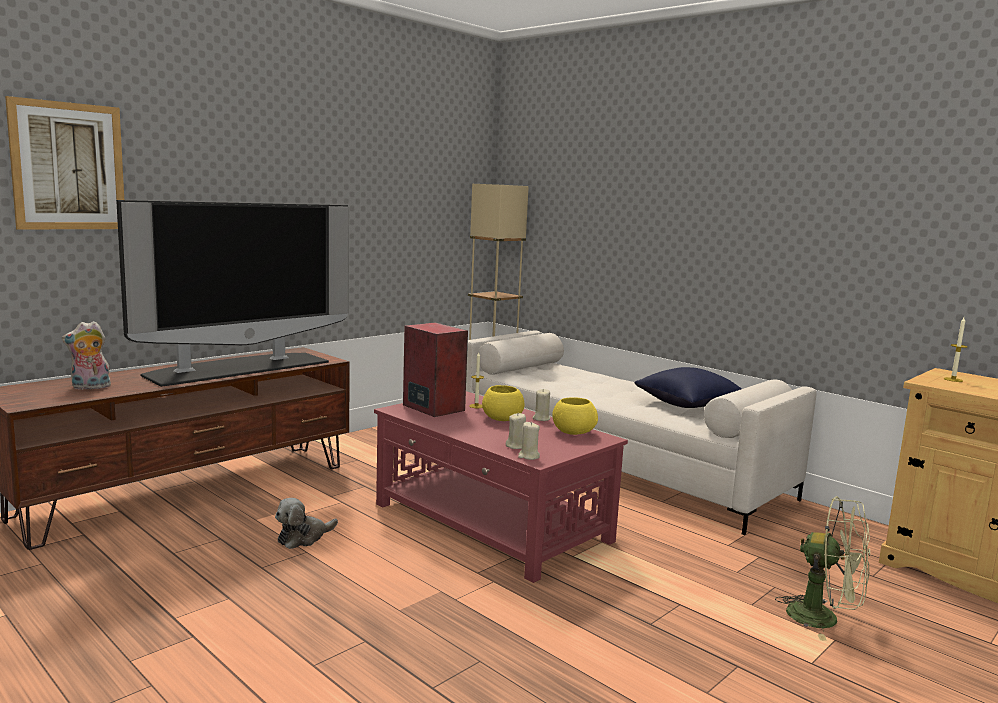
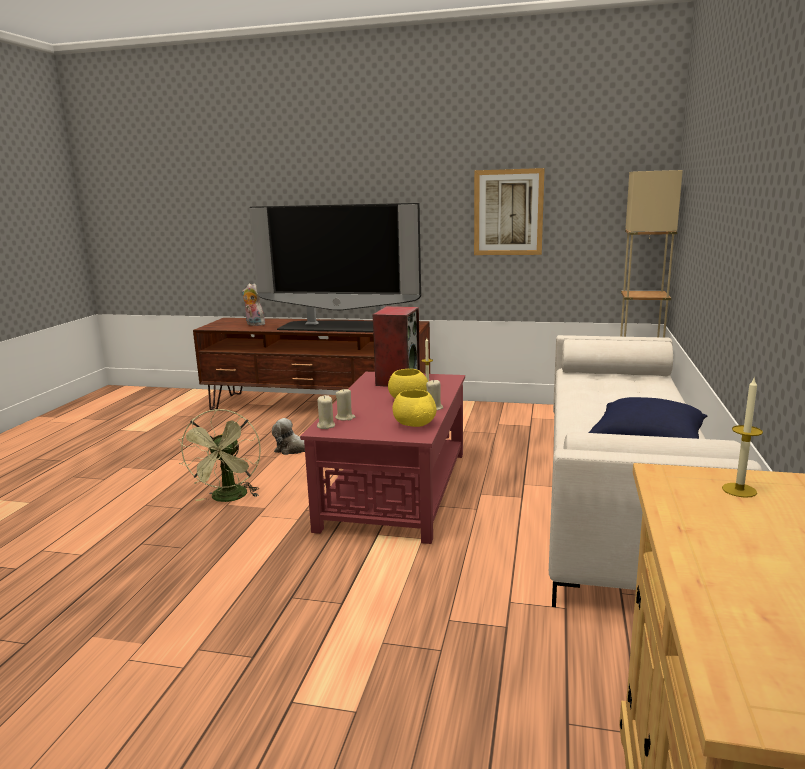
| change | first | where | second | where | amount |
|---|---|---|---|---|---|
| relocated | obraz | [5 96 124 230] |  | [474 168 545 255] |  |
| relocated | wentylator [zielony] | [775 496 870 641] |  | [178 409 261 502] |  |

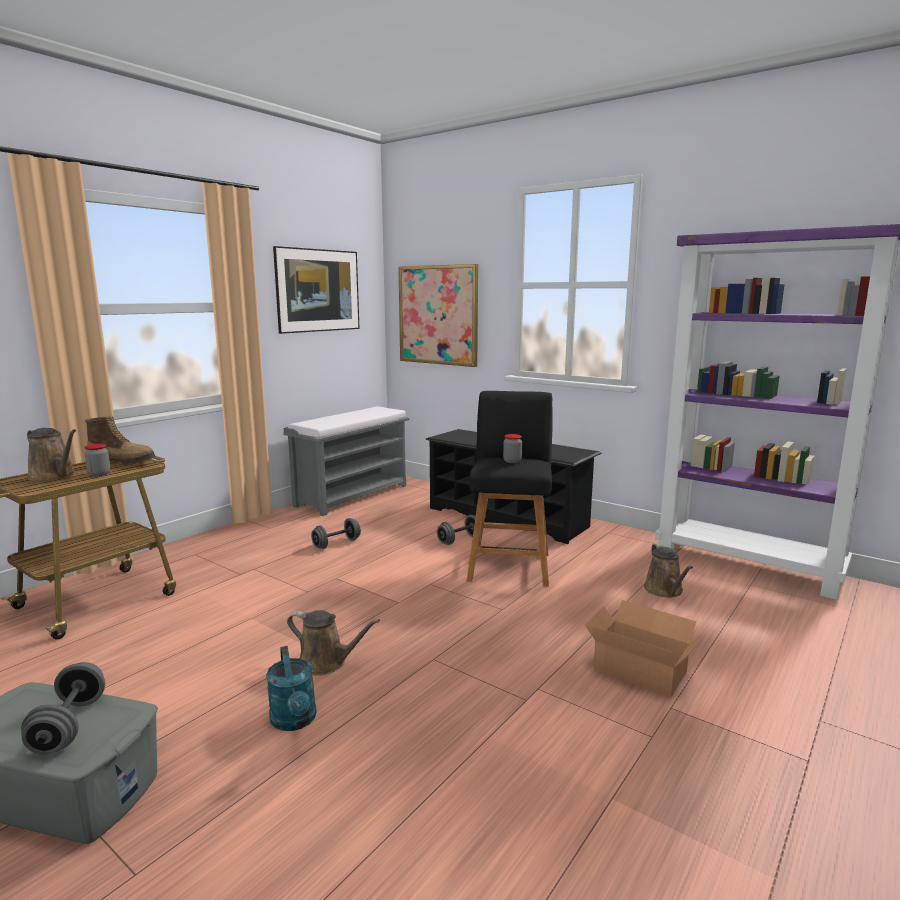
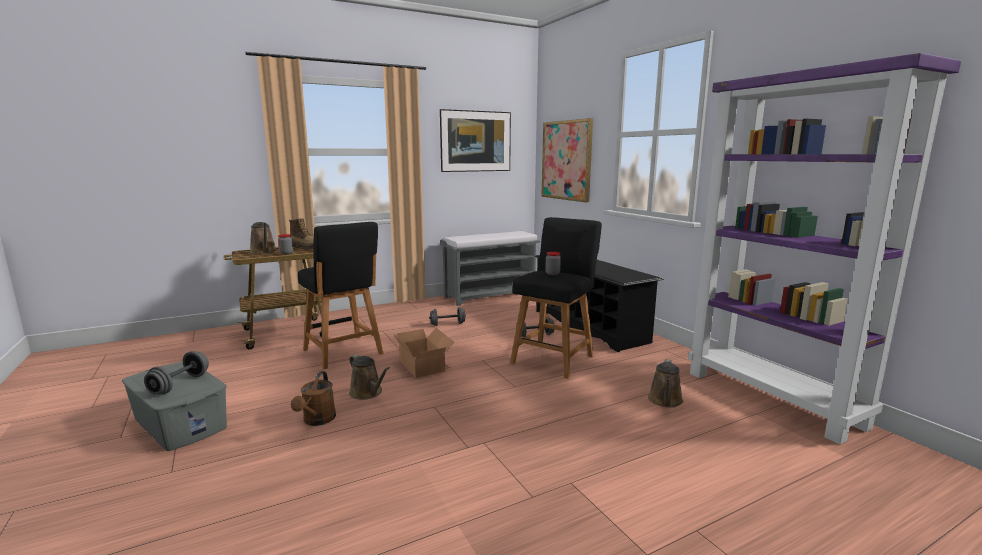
| change | first | where | second | where | amount |
|---|---|---|---|---|---|
| relocated | karton | [585 600 701 698] |  | [393 328 454 378] |  |
| colour | konewka [turkusowy] | [266 646 317 731] | konewka [brązowy] | [291 371 336 426] |  |
| appeared |  |  | stołek [czarny] | [298 222 384 369] |  |

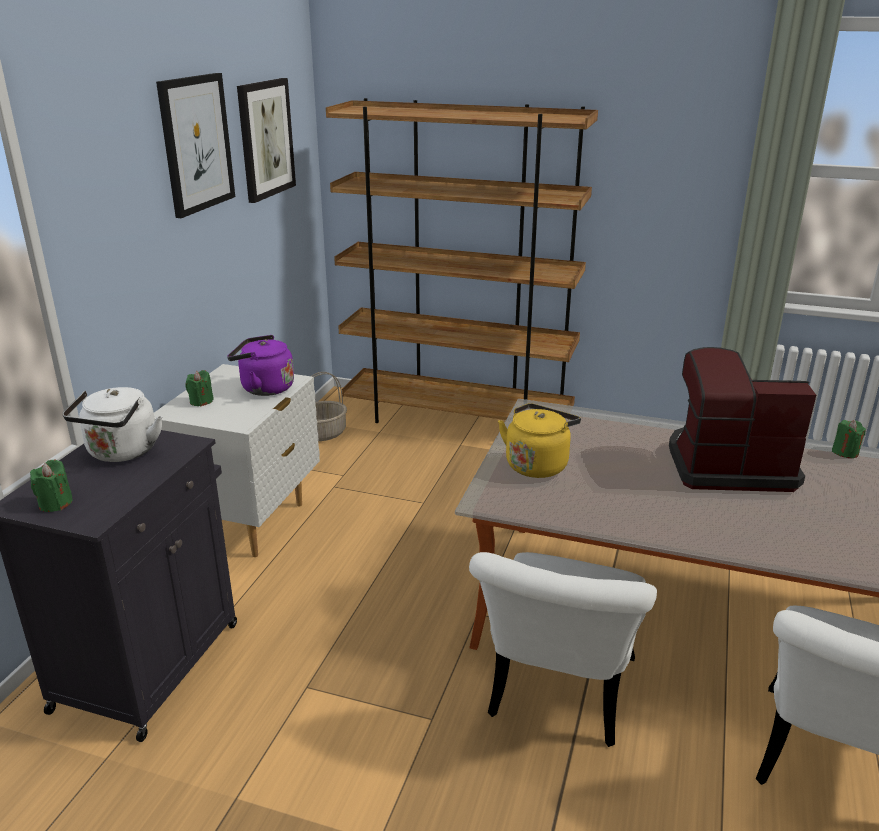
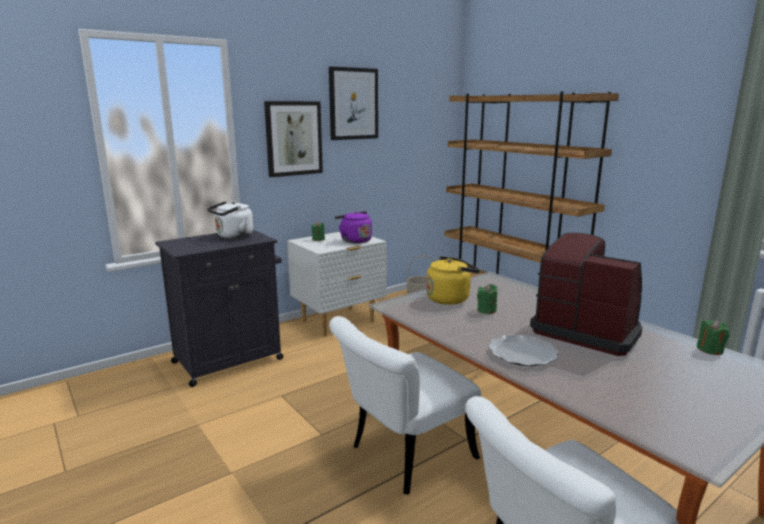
| change | first | where | second | where | amount |
|---|---|---|---|---|---|
| relocated | obraz | [237 78 296 203] |  | [264 101 323 177] |  |
| relocated | świeca [zielony] | [30 460 72 512] |  | [477 284 497 314] |  |
| appeared |  |  | talerz | [488 335 558 366] |  |

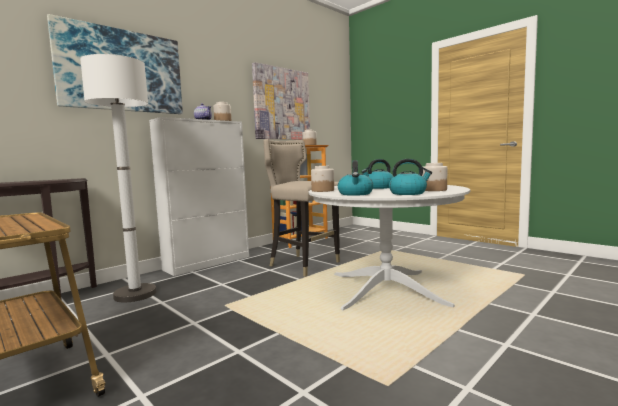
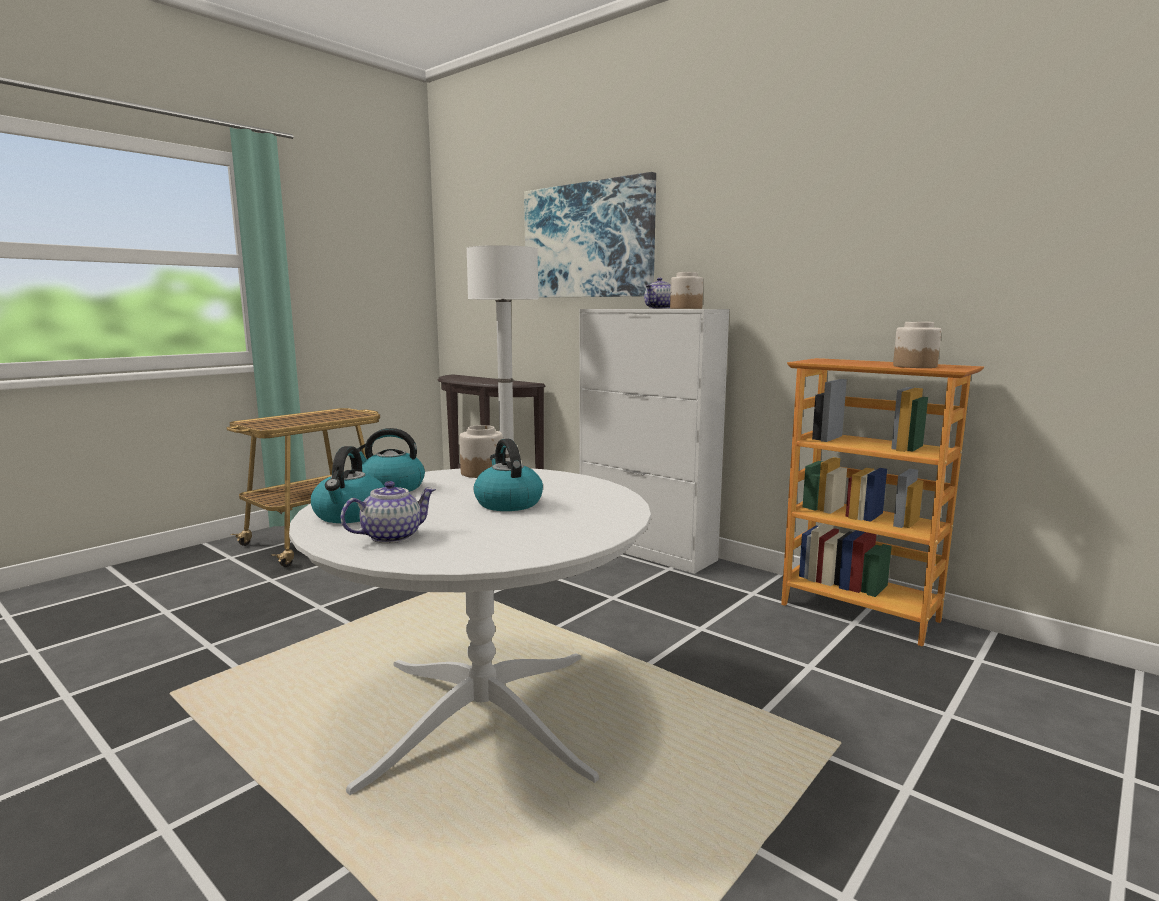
| change | first | where | second | where | amount |
|---|---|---|---|---|---|
| missing | obraz | [252 62 310 140] |  |  |  |
| missing | stołek [beżowy] | [263 139 340 277] |  |  |  |
| exchanged | słoik | [422 163 447 191] | imbryk | [340 481 436 543] |  |

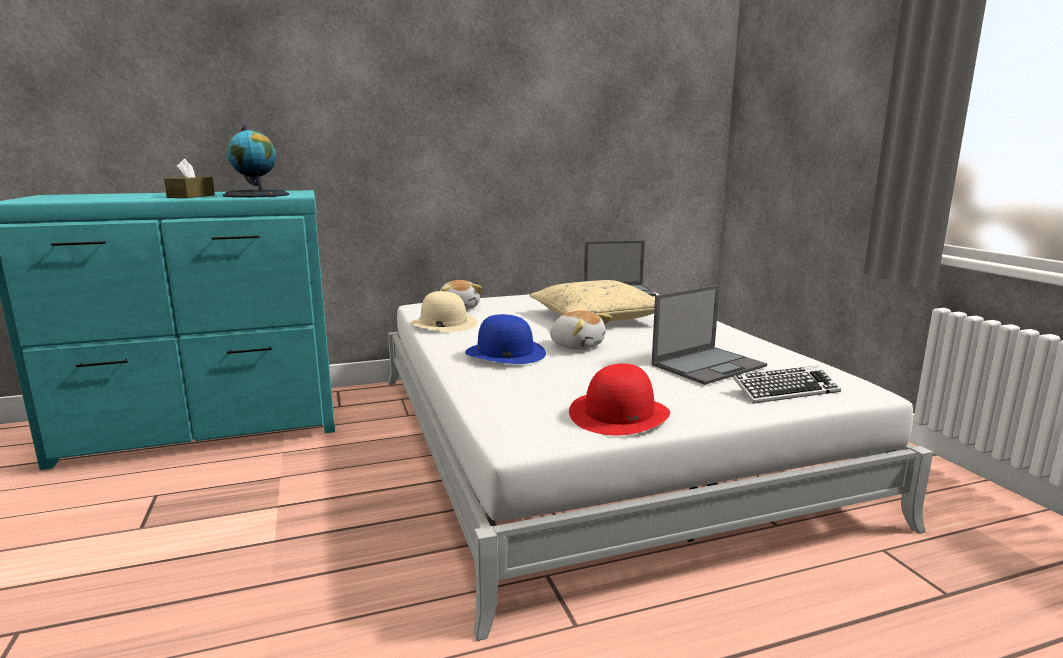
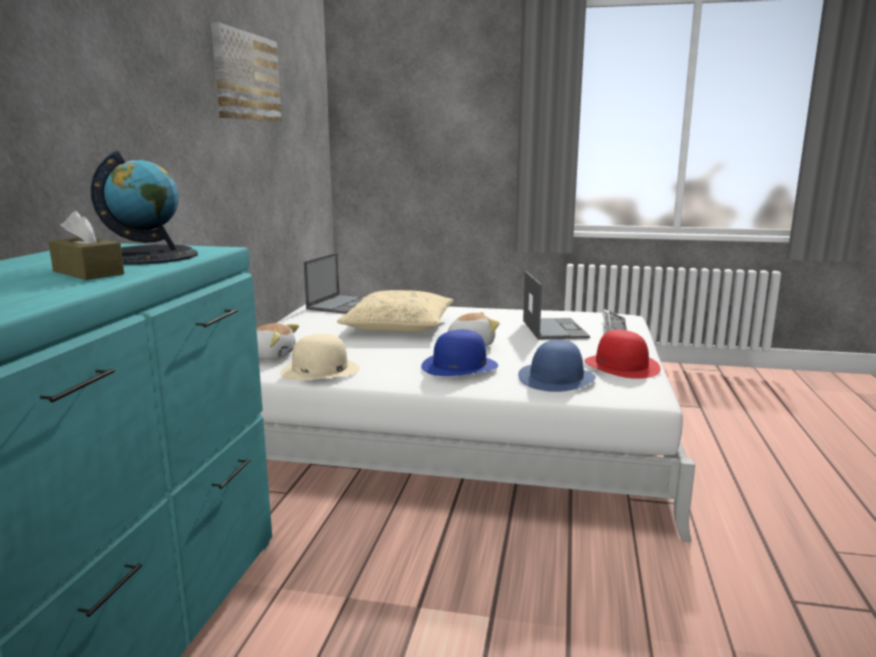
| change | first | where | second | where | amount |
|---|---|---|---|---|---|
| appeared |  |  | obraz | [211 22 282 122] |  |
| appeared |  |  | kapelusz [niebieski] | [518 340 596 392] |  |

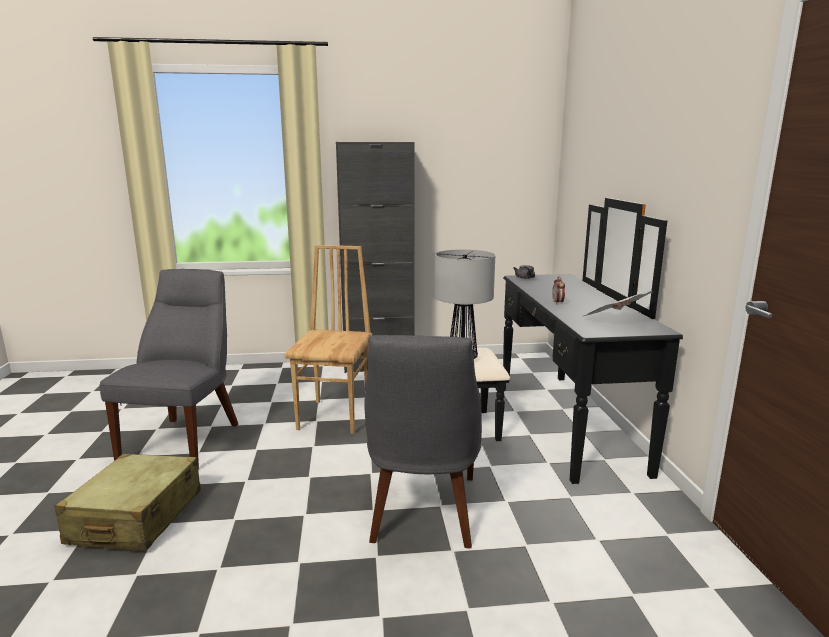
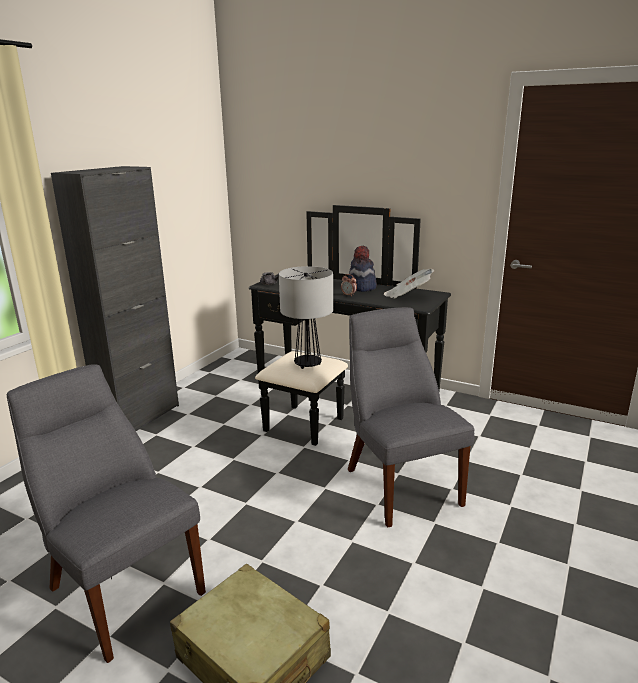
| change | first | where | second | where | amount |
|---|---|---|---|---|---|
| missing | krzesło [brązowy] | [284 245 372 434] |  |  |  |
| spun | krzesło [szary] | [364 335 482 548] |  | [348 307 475 527] | 150 degrees counterclockwise |
| appeared |  |  | kapelusz | [348 246 377 292] |  |

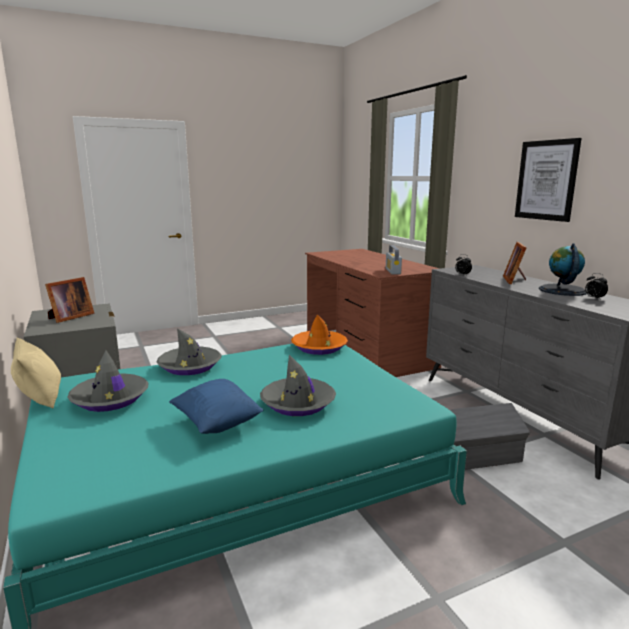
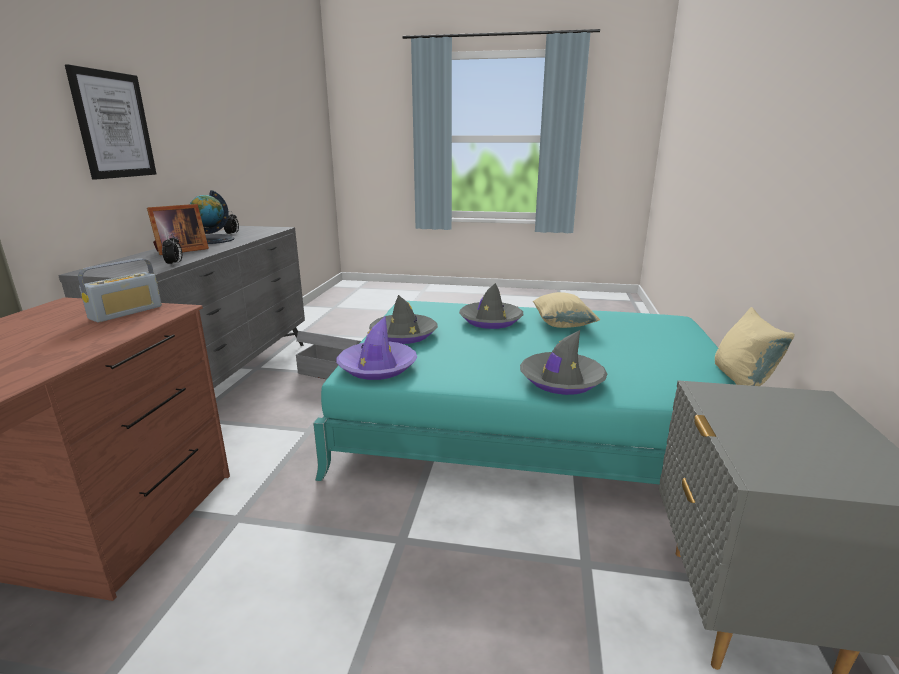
| change | first | where | second | where | amount |
|---|---|---|---|---|---|
| missing | ramka na zdjęcie | [45 277 94 323] |  |  |  |
| colour | kapelusz [pomarańczowy] | [291 315 348 355] | kapelusz [fioletowy] | [336 316 417 380] |  |
| relocated | kapelusz [szary] | [67 350 148 412] |  | [369 295 438 344] |  |
| colour | poduszka [niebieski] | [169 379 264 434] | poduszka [beżowy] | [533 292 600 328] |  |

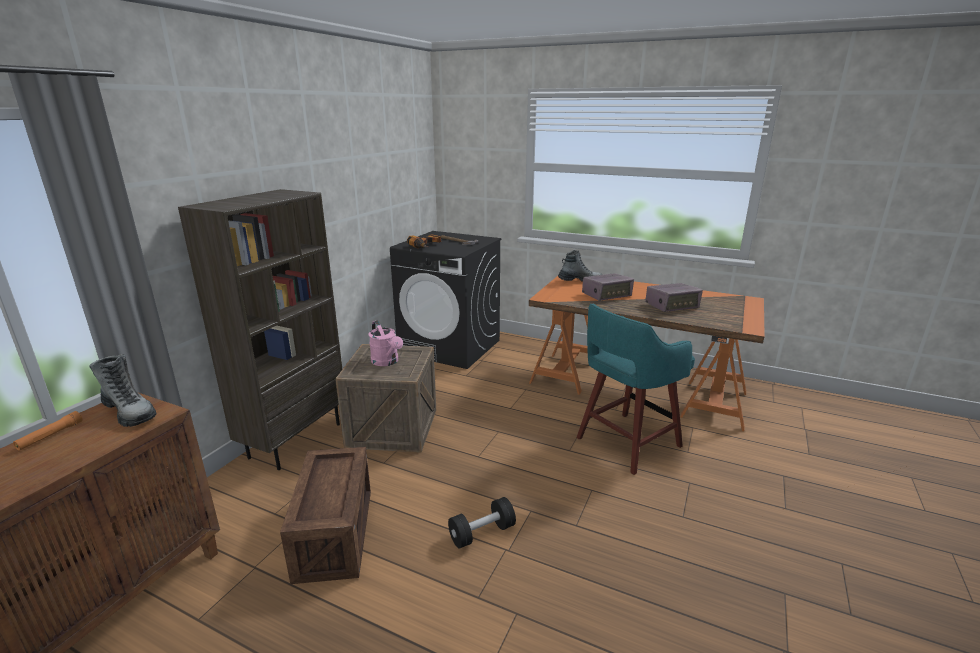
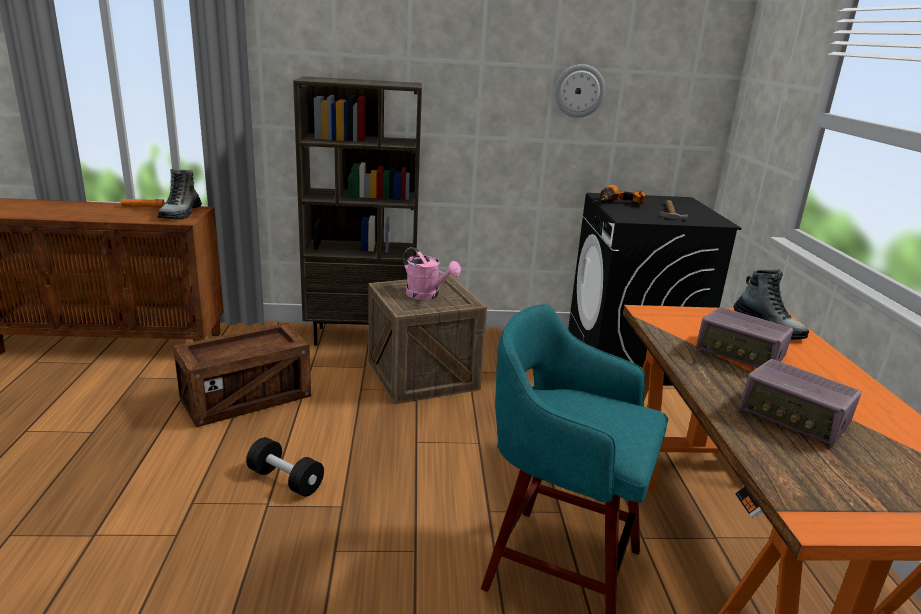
| change | first | where | second | where | amount |
|---|---|---|---|---|---|
| spun | konewka [różowy] | [369 321 403 366] |  | [404 247 461 300] | 75 degrees counterclockwise |
| appeared |  |  | zegar ścienny | [554 64 605 118] |  |

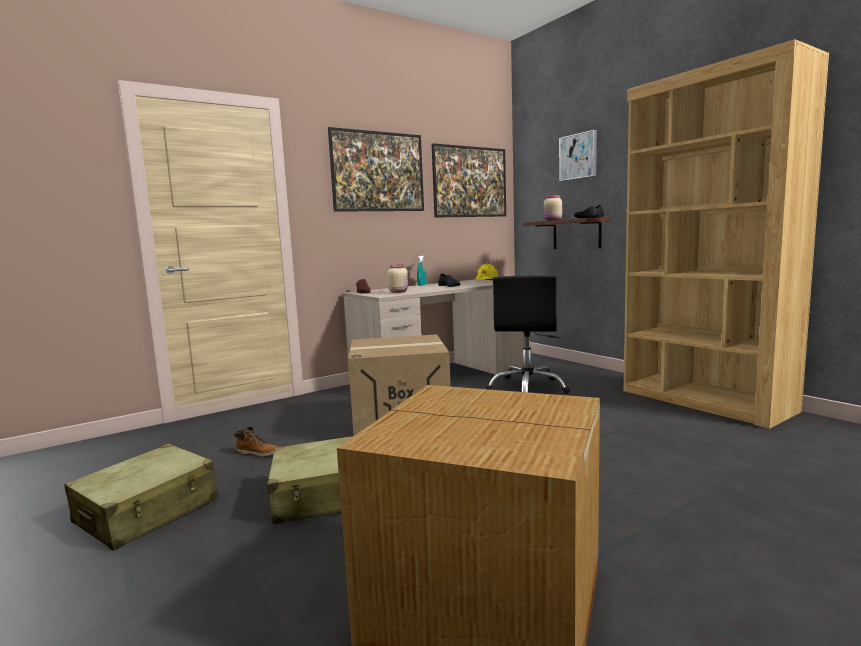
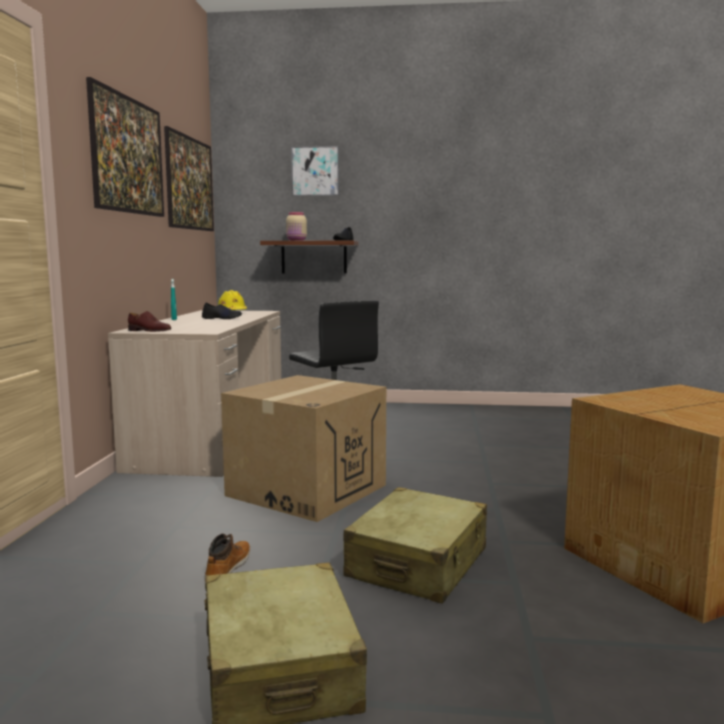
| change | first | where | second | where | amount |
|---|---|---|---|---|---|
| missing | regał [brązowy] | [623 39 829 429] |  |  |  |
| missing | słoik [beżowy] | [387 265 408 293] |  |  |  |
| spun | but z cholewką | [234 427 279 457] |  | [205 534 250 577] | 45 degrees counterclockwise |

